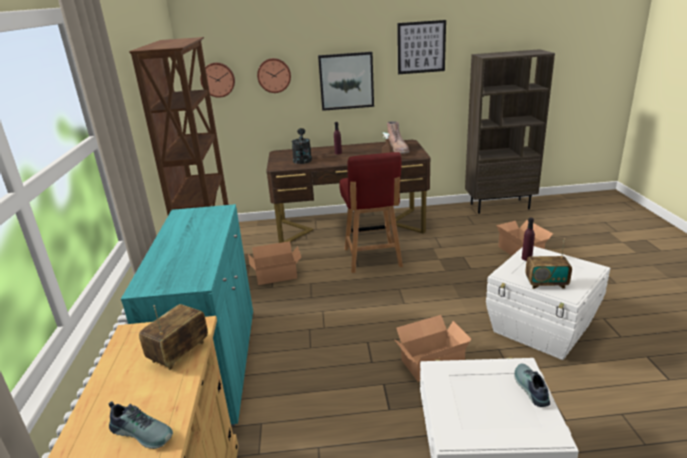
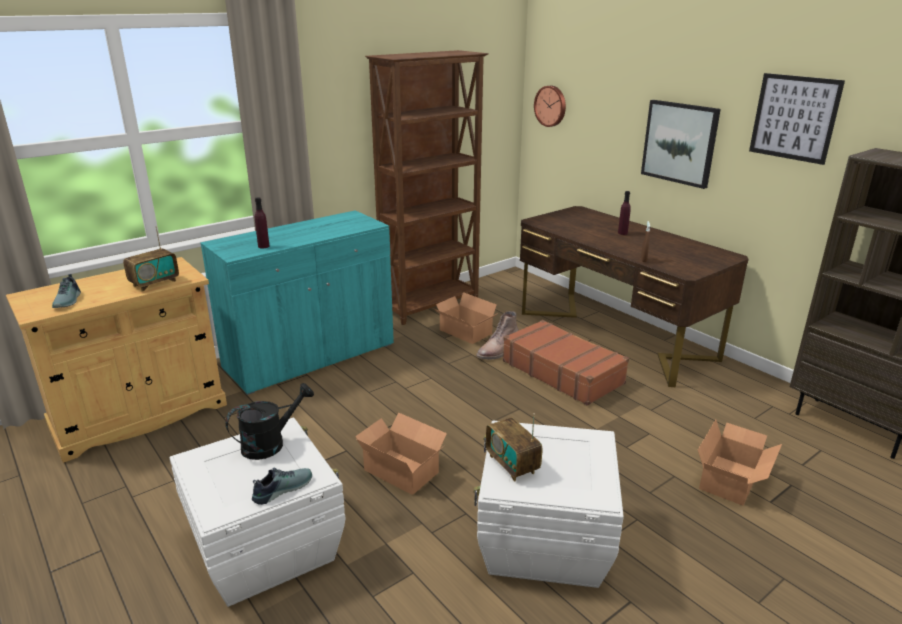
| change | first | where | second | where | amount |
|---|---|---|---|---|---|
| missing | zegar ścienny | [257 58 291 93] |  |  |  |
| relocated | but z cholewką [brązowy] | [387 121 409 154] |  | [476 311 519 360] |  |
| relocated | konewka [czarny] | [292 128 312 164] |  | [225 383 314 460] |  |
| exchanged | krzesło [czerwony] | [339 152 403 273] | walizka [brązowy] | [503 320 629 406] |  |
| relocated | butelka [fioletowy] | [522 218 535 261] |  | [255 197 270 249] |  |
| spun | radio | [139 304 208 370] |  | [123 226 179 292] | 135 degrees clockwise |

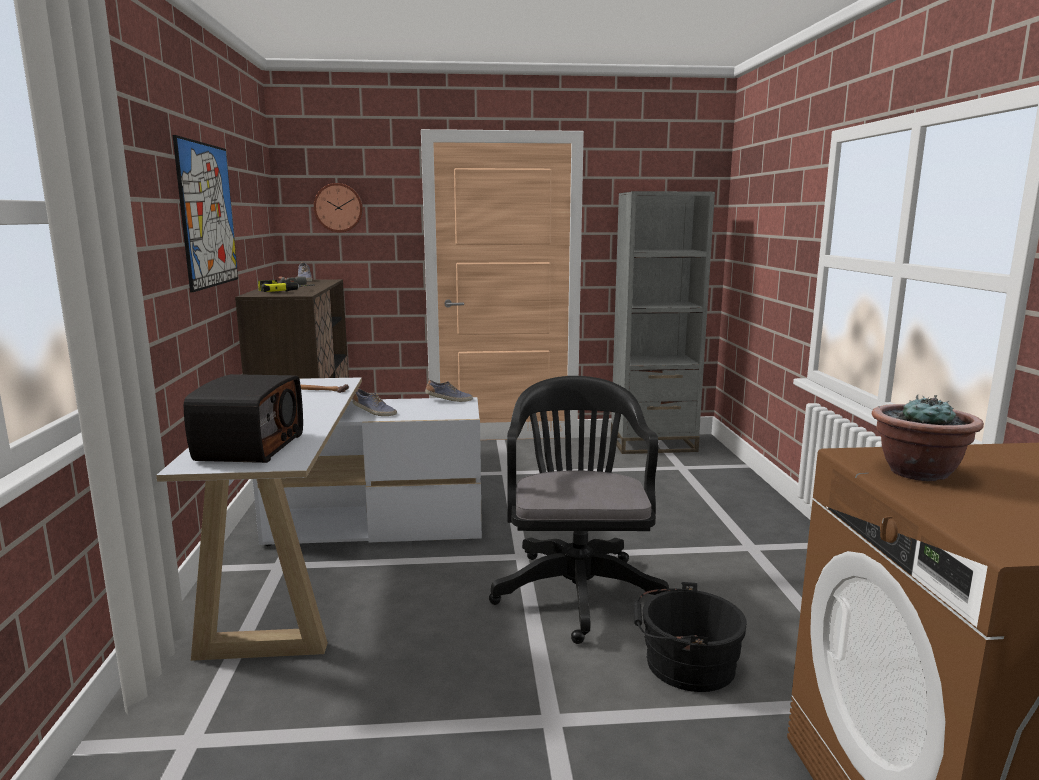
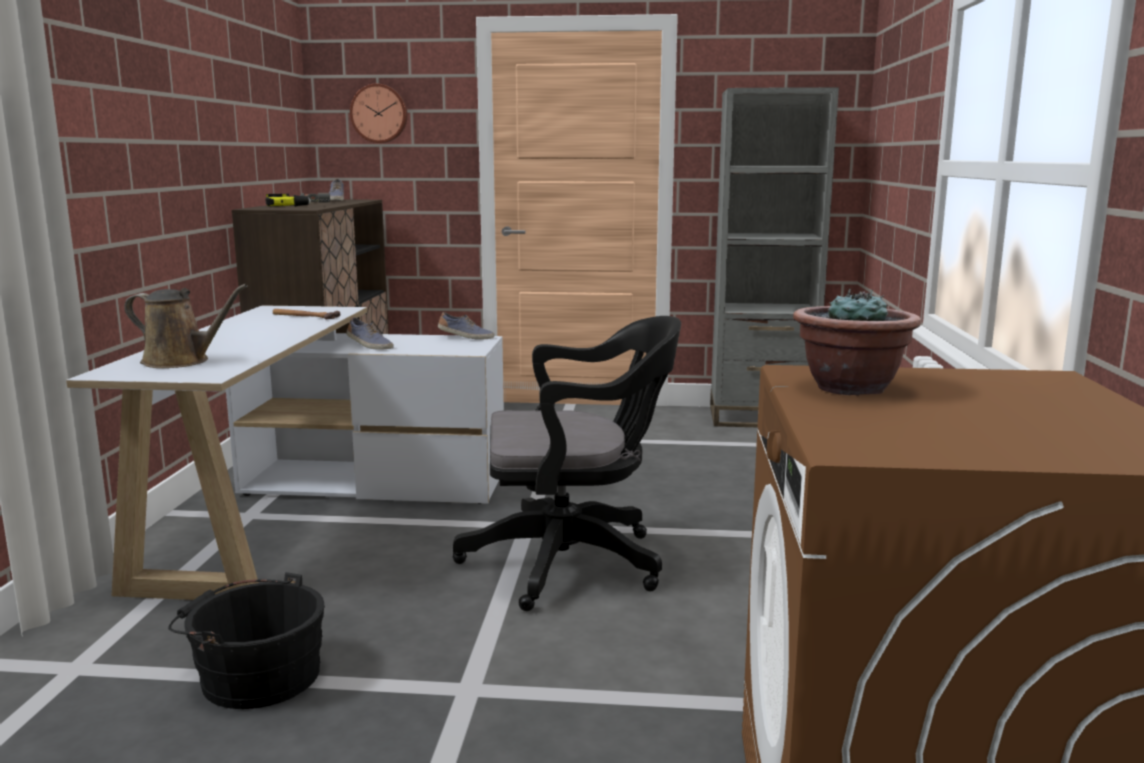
| change | first | where | second | where | amount |
|---|---|---|---|---|---|
| missing | obraz | [173 135 238 292] |  |  |  |
| exchanged | radio | [184 374 303 463] | konewka [brązowy] | [124 284 248 368] |  |
| spun | krzesło biurowe [czarny] | [489 376 669 644] |  | [452 316 681 611] | 75 degrees clockwise |
| relocated | wiadro [czarny] | [633 582 747 692] |  | [168 572 325 709] |  |

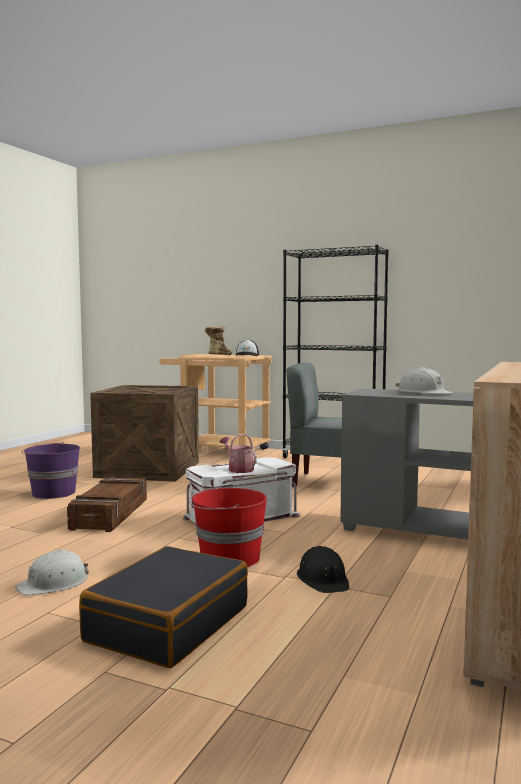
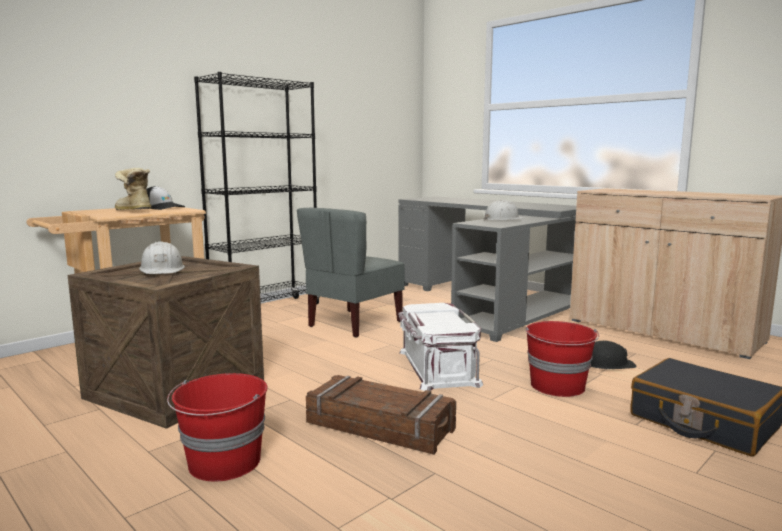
| change | first | where | second | where | amount |
|---|---|---|---|---|---|
| missing | konewka | [220 434 257 473] |  |  |  |
| colour | wiadro [fioletowy] | [21 442 80 499] | wiadro [czerwony] | [167 373 268 482] |  |
| relocated | kask [biały] | [15 549 89 595] |  | [139 241 185 274] |  |

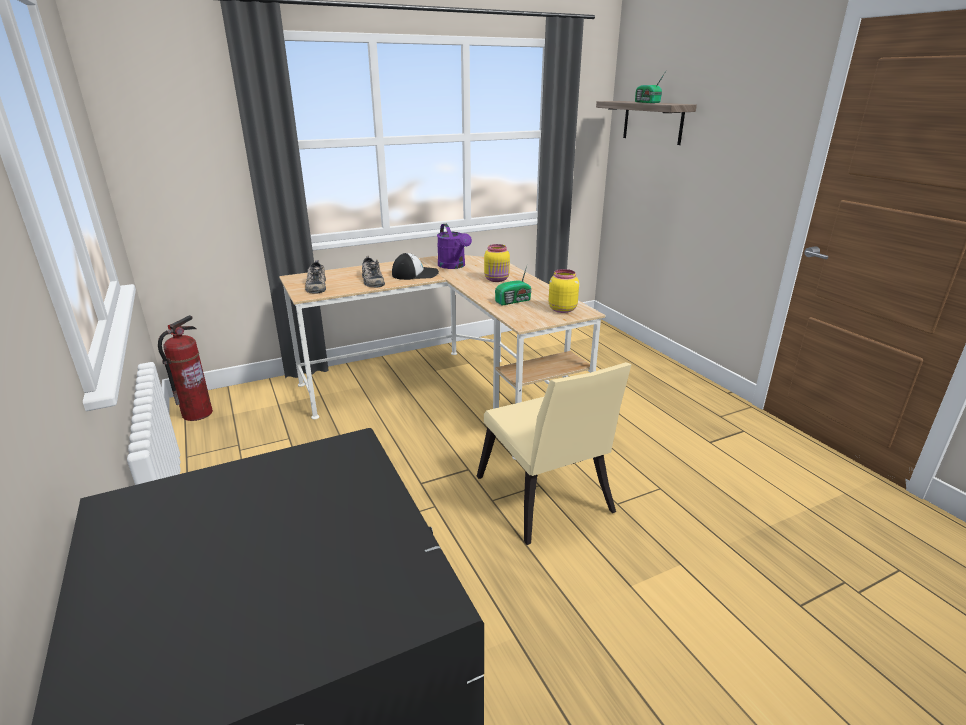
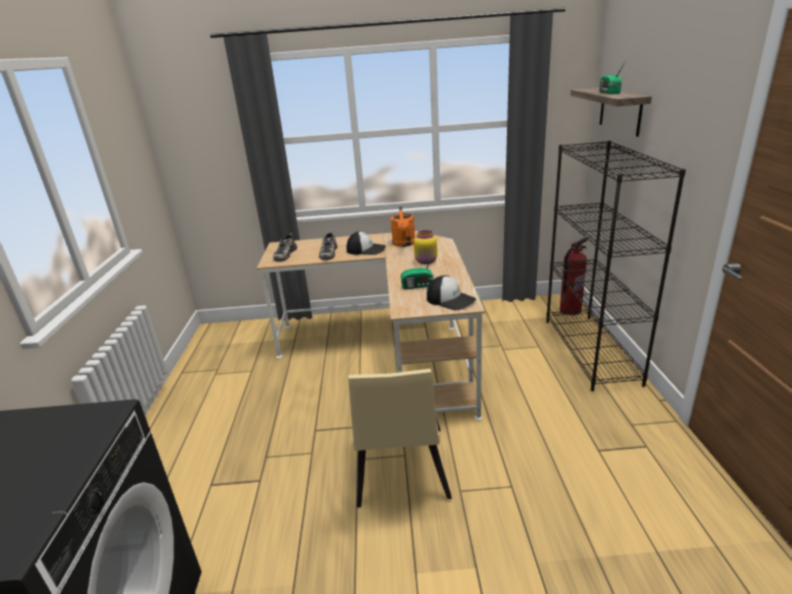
| change | first | where | second | where | amount |
|---|---|---|---|---|---|
| colour | konewka [fioletowy] | [437 224 472 269] | konewka [pomarańczowy] | [390 206 415 247] |  |
| exchanged | słoik [żółty] | [549 269 579 313] | czapka z daszkiem | [427 275 476 310] |  |
| relocated | gaśnica | [158 315 213 421] |  | [560 238 587 315] |  |
| appeared |  |  | regał [czarny] | [546 141 686 391] |  |

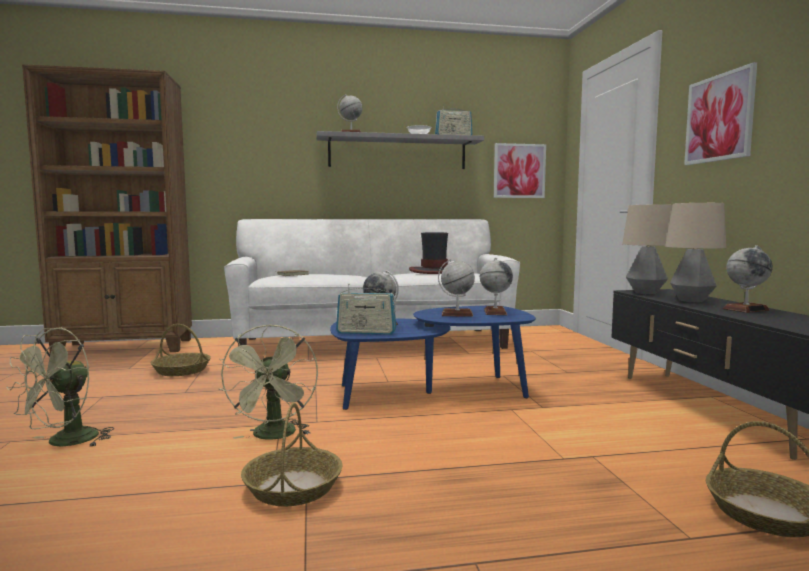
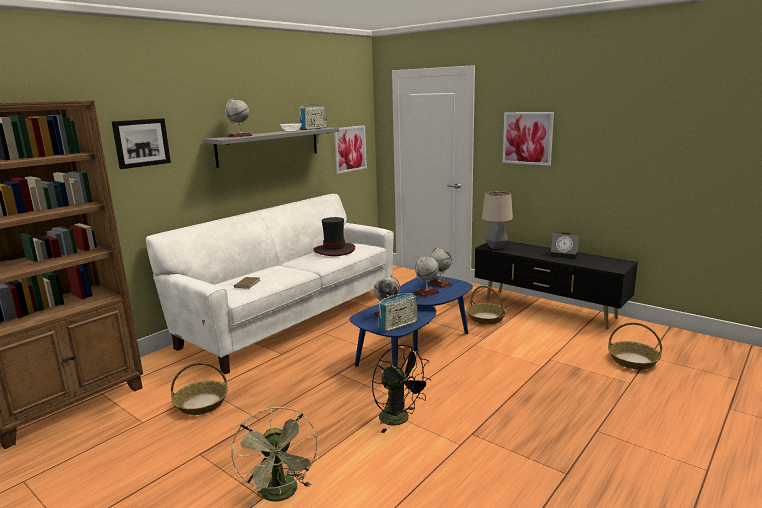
| change | first | where | second | where | amount |
|---|---|---|---|---|---|
| missing | lampa stołowa | [665 203 727 302] |  |  |  |
| exchanged | globus | [723 245 773 313] | budzik | [550 233 579 259] |  |
| colour | wentylator [zielony] | [218 324 318 440] | wentylator [czarny] | [372 345 432 433] |  |
| relocated | koszyk | [241 403 343 507] |  | [466 286 507 324] |  |
| appeared |  |  | obraz | [112 118 171 169] |  |

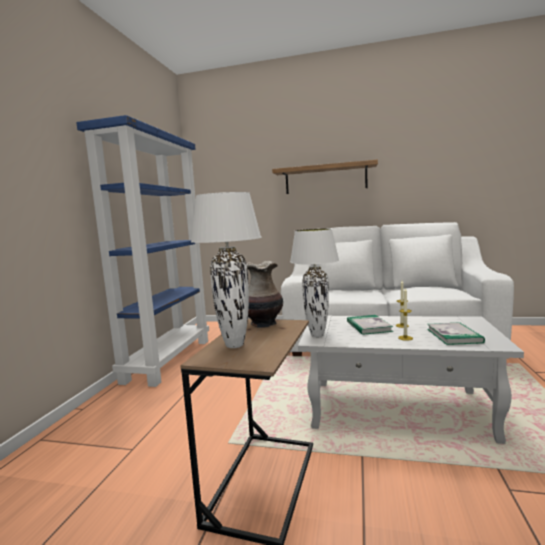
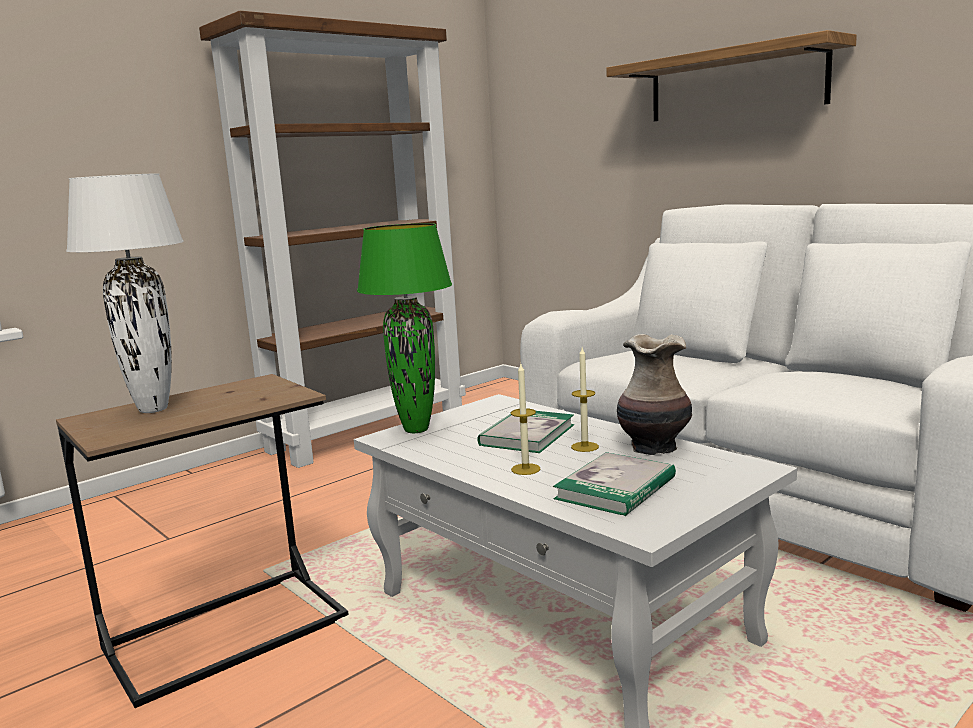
| change | first | where | second | where | amount |
|---|---|---|---|---|---|
| colour | regał [niebieski] | [76 115 209 387] | regał [brązowy] | [199 11 466 468] |  |
| colour | lampa stołowa [biały] | [290 229 339 337] | lampa stołowa [zielony] | [357 223 452 433] |  |
| relocated | wazon | [247 261 283 328] |  | [617 334 692 455] |  |

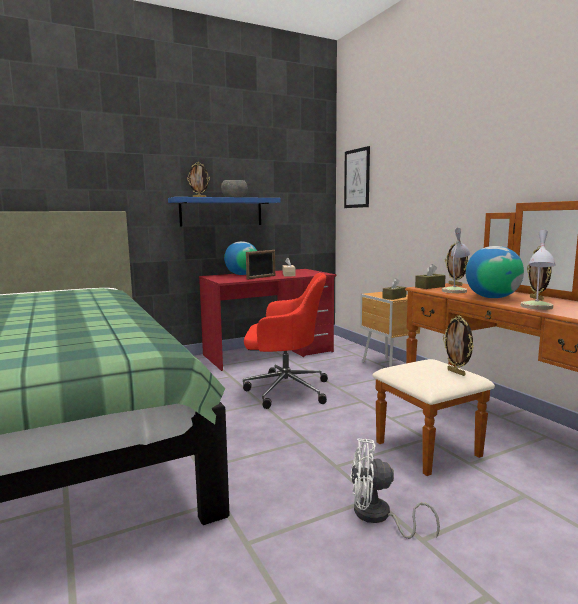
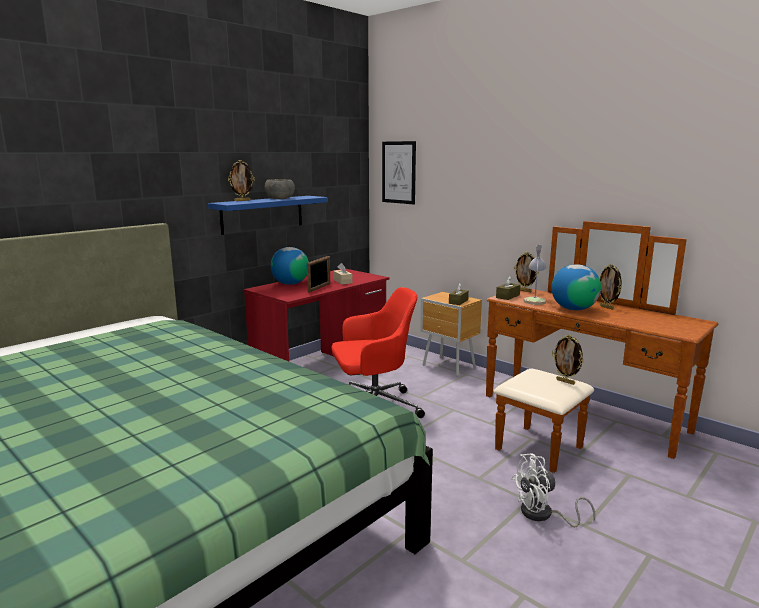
| change | first | where | second | where | amount |
|---|---|---|---|---|---|
| missing | lampa stołowa | [520 229 556 310] |  |  |  |

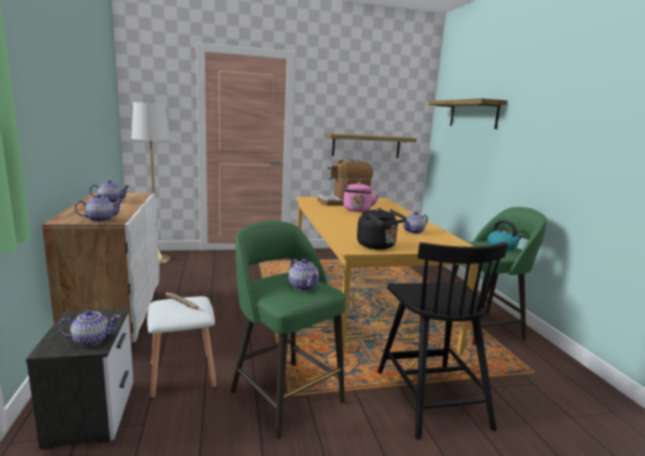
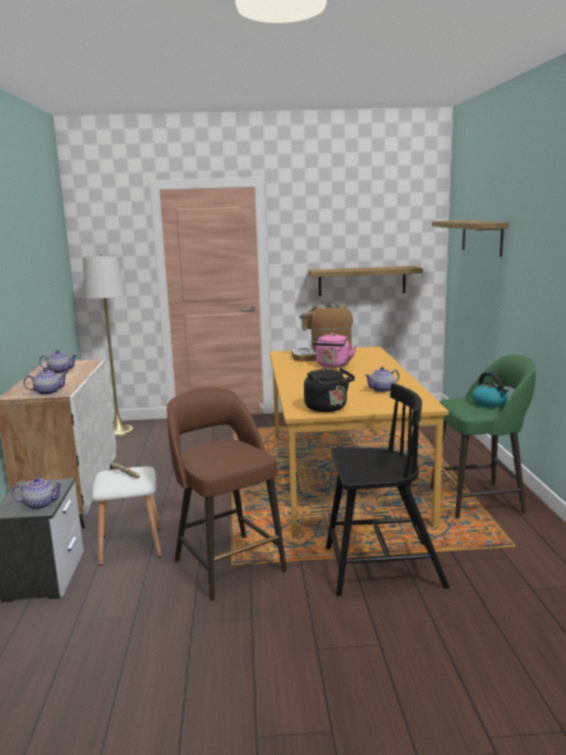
| change | first | where | second | where | amount |
|---|---|---|---|---|---|
| colour | stołek [zielony] | [231 221 346 439] | stołek [brązowy] | [167 387 287 600] |  |
| spun | krzesło [czarny] | [378 242 508 440] |  | [326 383 449 596] | 90 degrees counterclockwise |
| missing | imbryk | [289 259 319 291] |  |  |  |

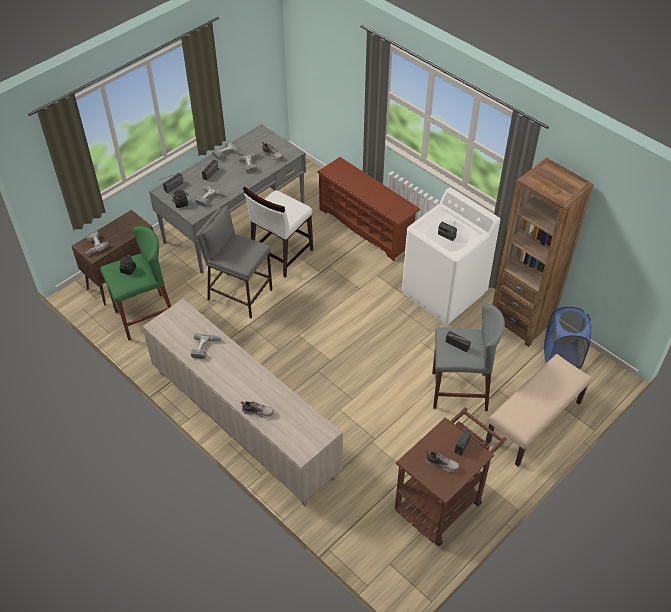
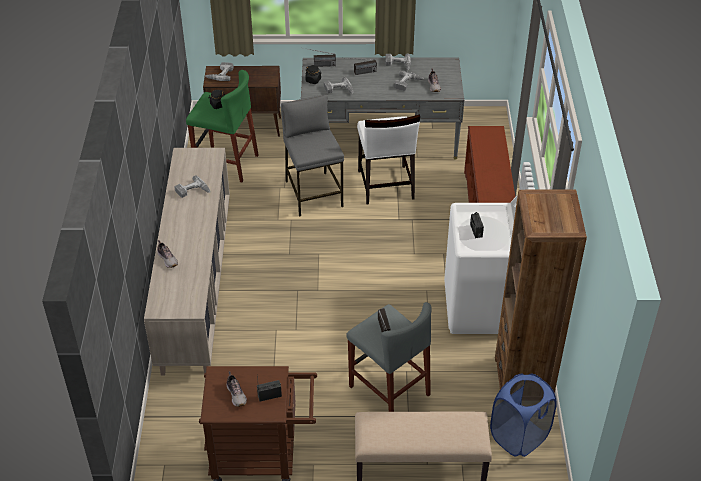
| change | first | where | second | where | amount |
|---|---|---|---|---|---|
| spun | krzesło [biały] | [243 187 313 277] |  | [357 114 420 204] | 90 degrees counterclockwise |

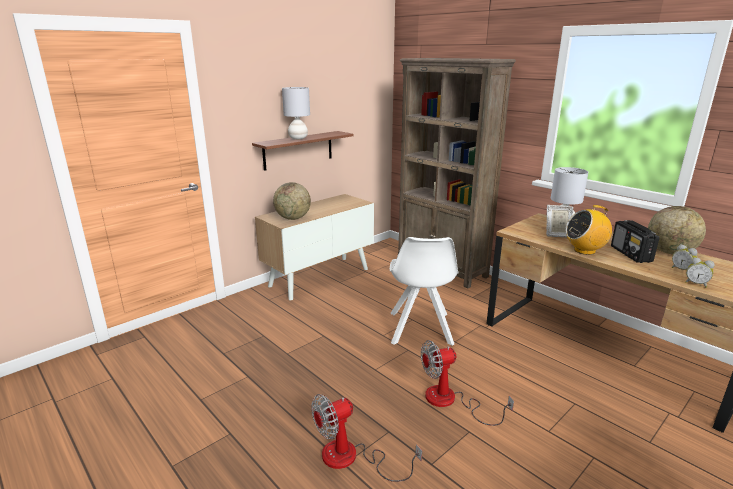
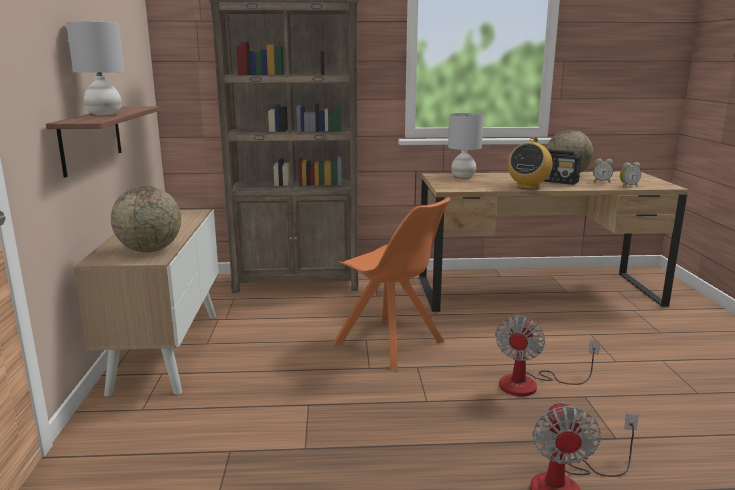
| change | first | where | second | where | amount |
|---|---|---|---|---|---|
| missing | ramka na zdjęcie | [546 205 573 237] |  |  |  |
| colour | krzesło [biały] | [390 237 458 346] | krzesło [pomarańczowy] | [333 197 450 370] |  |

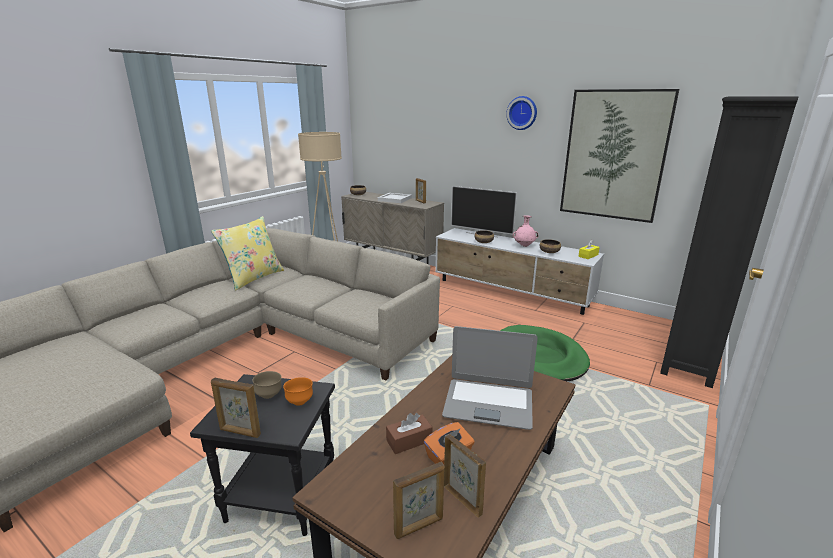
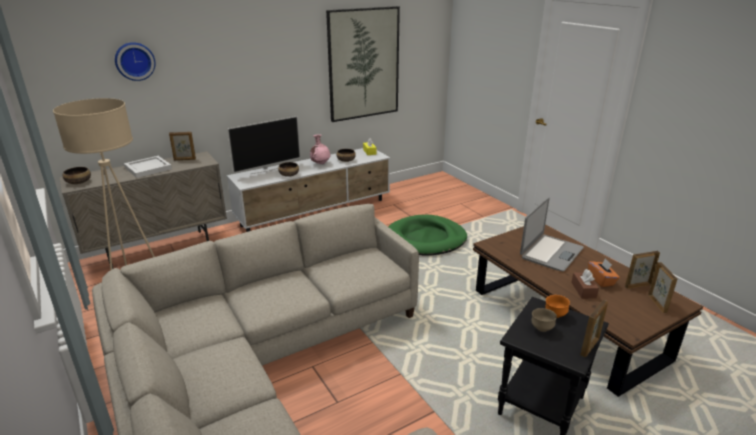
| change | first | where | second | where | amount |
|---|---|---|---|---|---|
| relocated | zegar ścienny | [506 96 537 130] |  | [115 42 156 81] |  |
| missing | regał [czarny] | [660 97 798 388] |  |  |  |
| missing | poduszka [żółty] | [211 216 284 291] |  |  |  |

